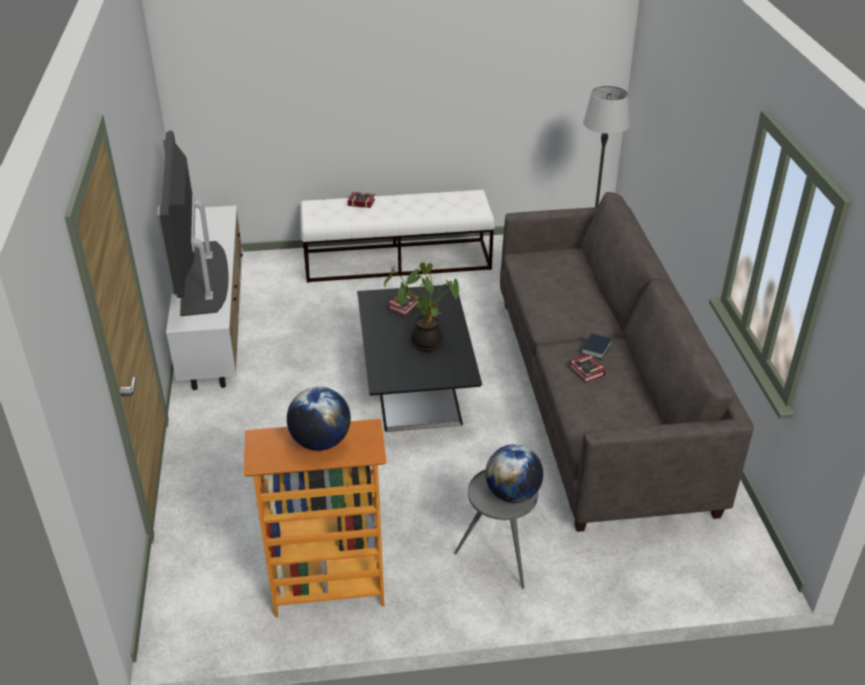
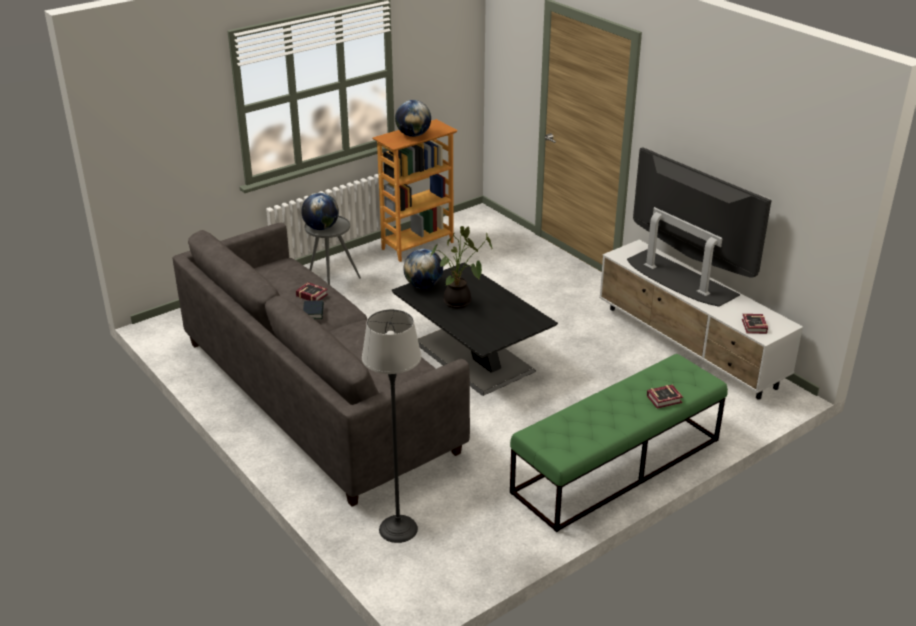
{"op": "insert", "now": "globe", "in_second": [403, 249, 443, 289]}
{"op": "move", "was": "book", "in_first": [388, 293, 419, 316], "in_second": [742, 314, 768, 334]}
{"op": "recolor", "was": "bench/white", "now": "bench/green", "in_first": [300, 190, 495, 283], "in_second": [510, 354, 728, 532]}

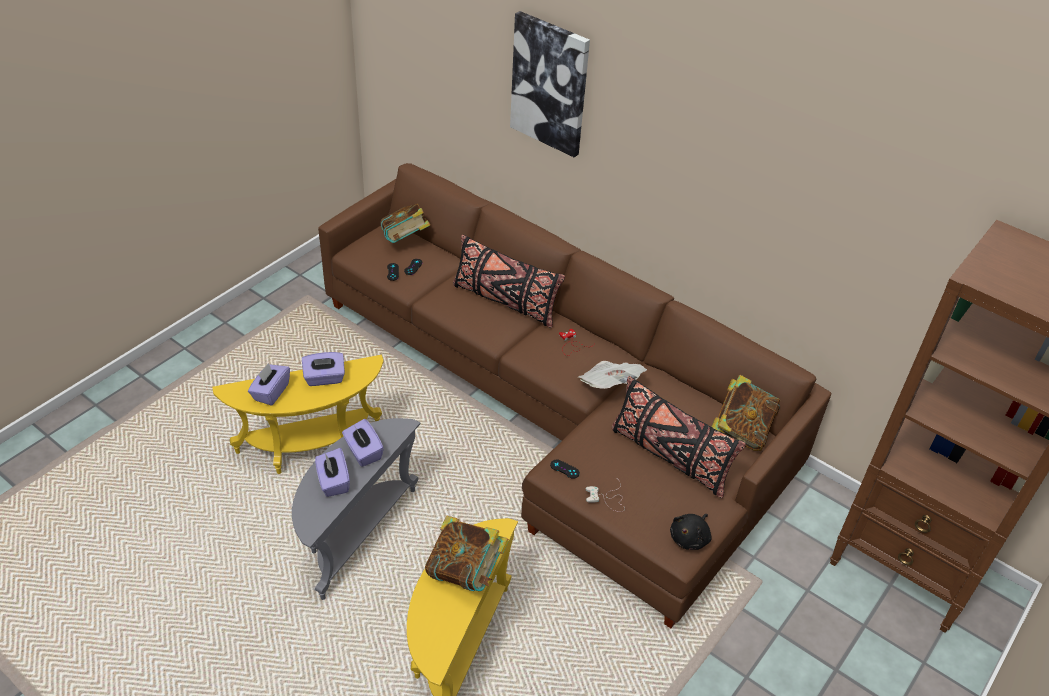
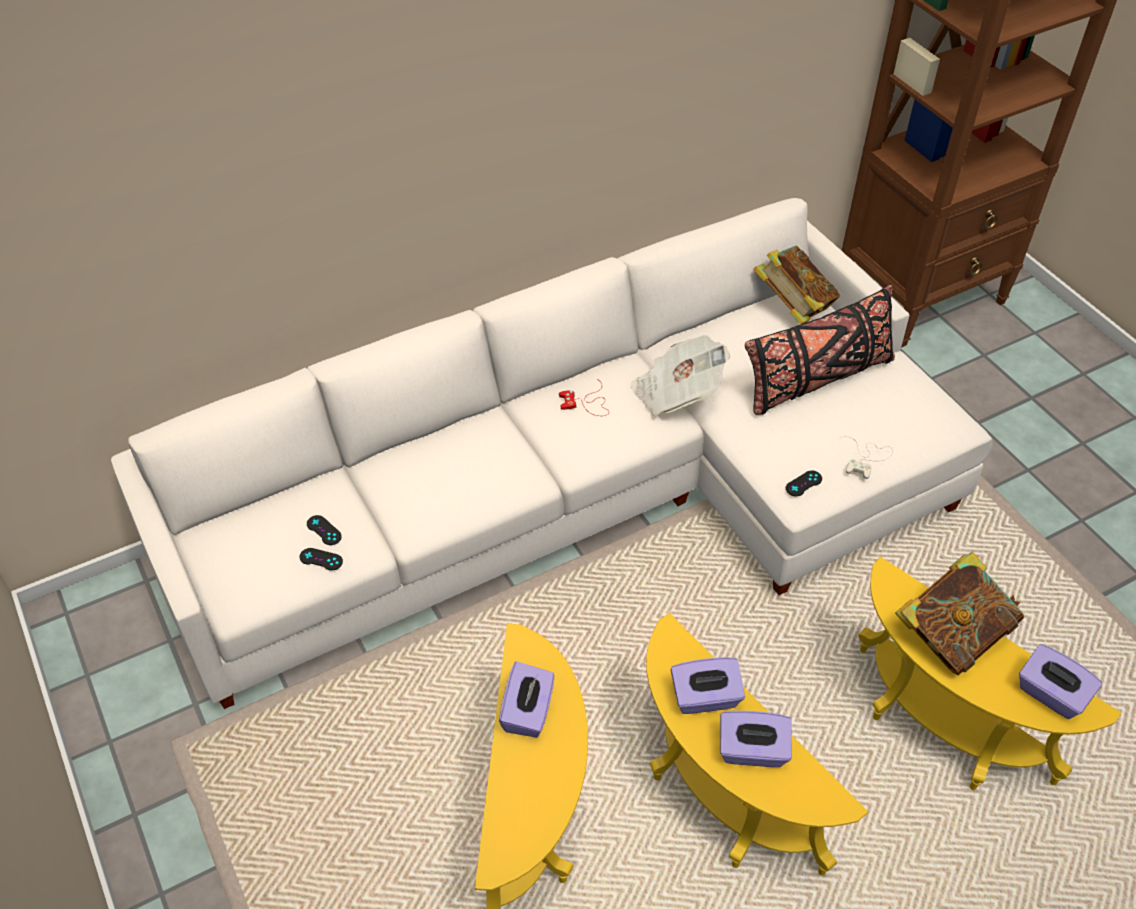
{"op": "delete", "was": "book", "in_first": [381, 204, 430, 243]}
{"op": "delete", "was": "pillow/black", "in_first": [453, 235, 565, 328]}
{"op": "delete", "was": "picture", "in_first": [510, 11, 590, 157]}
{"op": "delete", "was": "plush toy/black", "in_first": [670, 514, 712, 550]}
{"op": "move", "was": "tissue box/purple", "in_first": [248, 363, 290, 406], "in_second": [1019, 644, 1102, 719]}
{"op": "recolor", "was": "side table/grey", "now": "side table/yellow", "in_first": [292, 418, 421, 600], "in_second": [646, 613, 868, 876]}
{"op": "recolor", "was": "sofa/brown", "now": "sofa/white", "in_first": [318, 163, 831, 628], "in_second": [111, 198, 993, 709]}

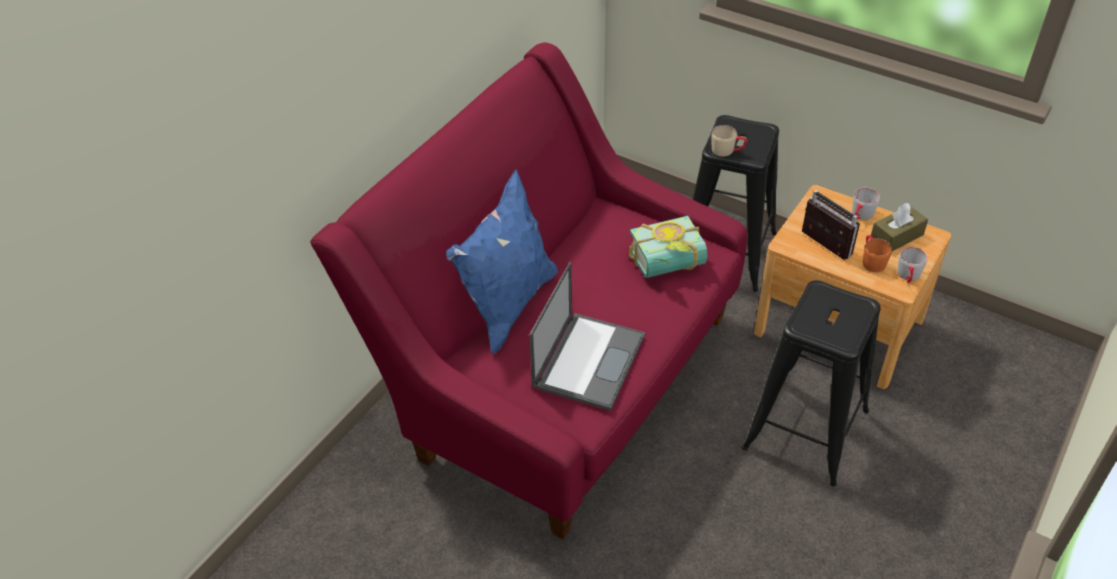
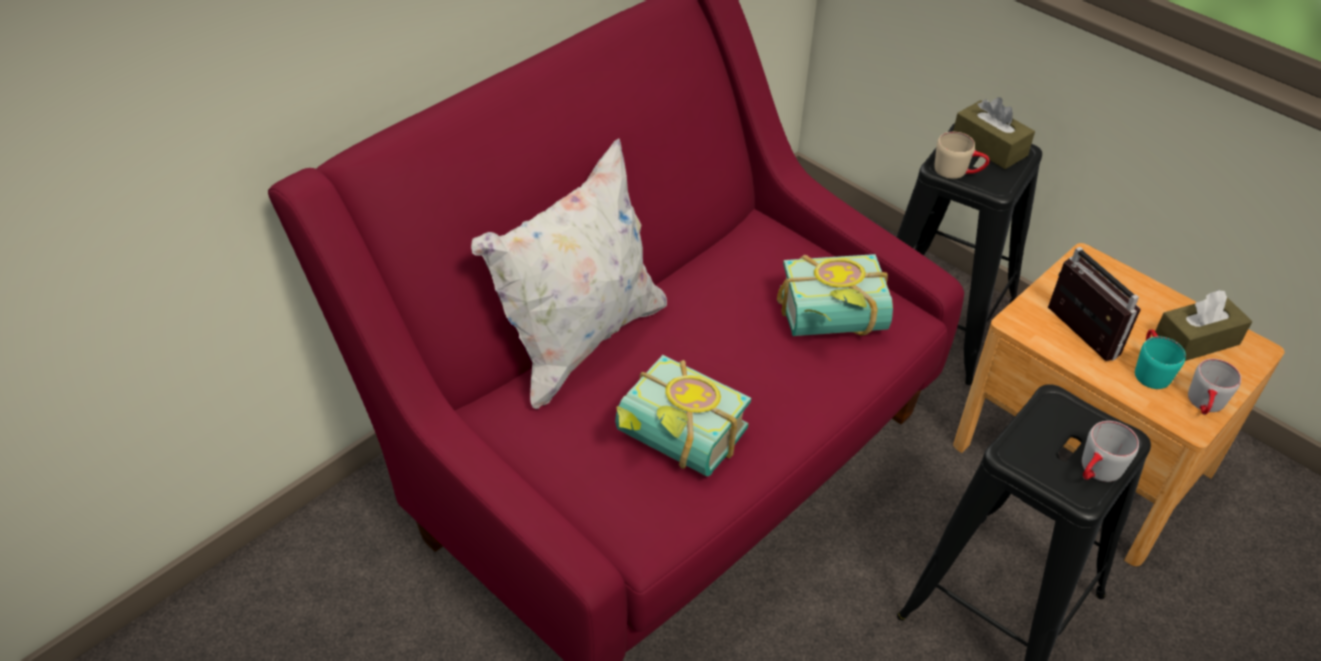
{"op": "insert", "now": "tissue box/brown", "in_second": [953, 97, 1035, 169]}
{"op": "move", "was": "mug/grey", "in_first": [852, 188, 880, 220], "in_second": [1082, 421, 1139, 482]}
{"op": "replace", "was": "laptop", "now": "book", "in_first": [529, 262, 645, 411], "in_second": [615, 355, 751, 476]}
{"op": "recolor", "was": "pillow/blue", "now": "pillow/white", "in_first": [446, 169, 558, 354], "in_second": [471, 138, 667, 409]}
{"op": "recolor", "was": "mug/orange", "now": "mug/turquoise", "in_first": [863, 235, 892, 272], "in_second": [1135, 329, 1186, 389]}

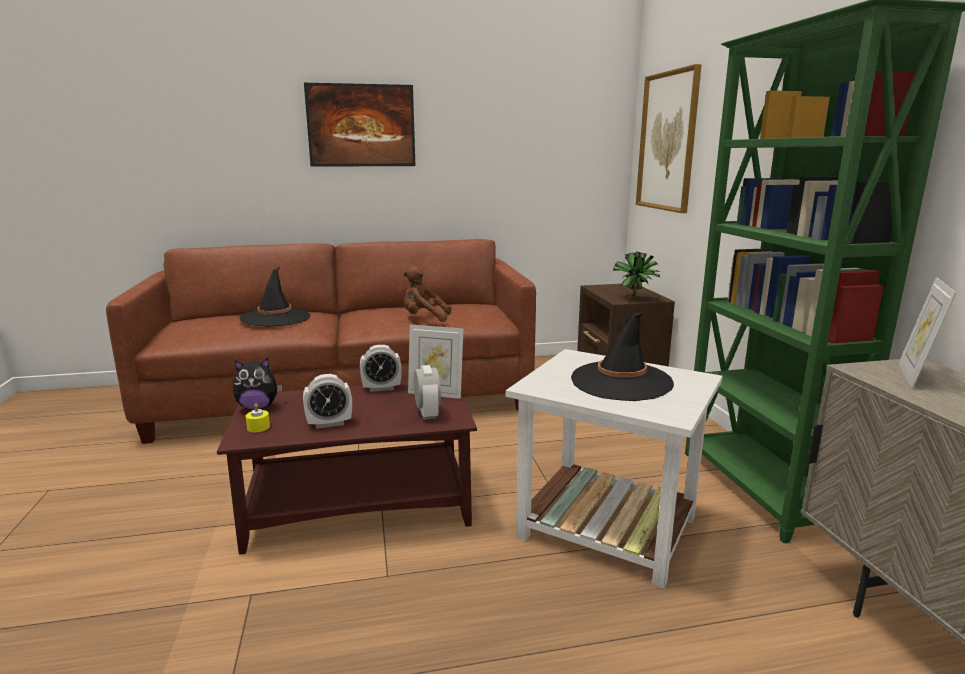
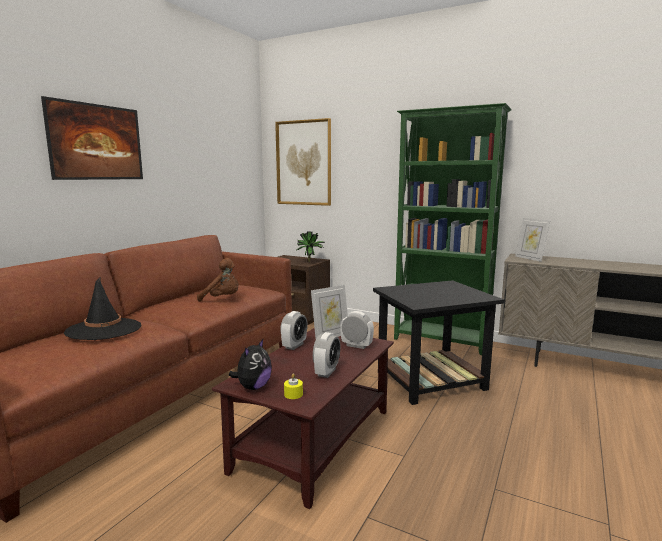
{"op": "delete", "was": "hat/black", "in_first": [571, 313, 674, 401]}
{"op": "recolor", "was": "side table/white", "now": "side table/black", "in_first": [506, 349, 722, 589], "in_second": [373, 280, 505, 405]}
{"op": "rotate", "was": "plush toy/brown", "in_first": [404, 266, 451, 322], "in_second": [197, 258, 239, 302], "clockwise": -120}

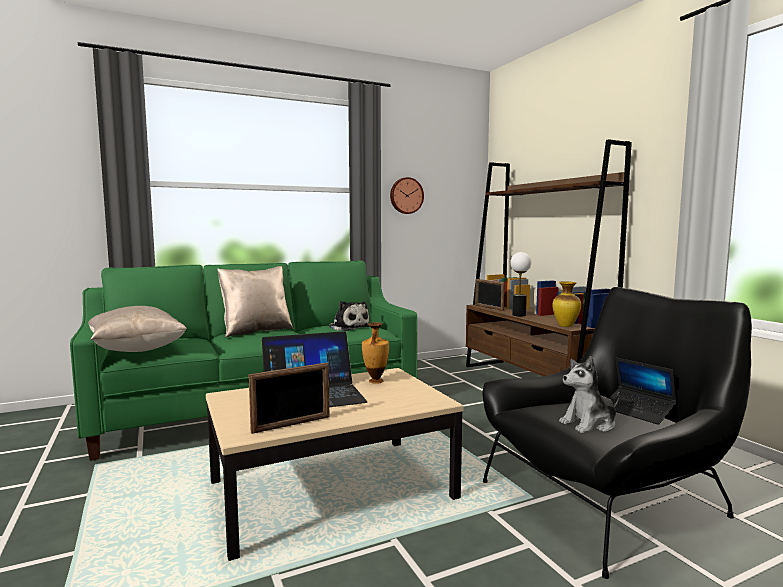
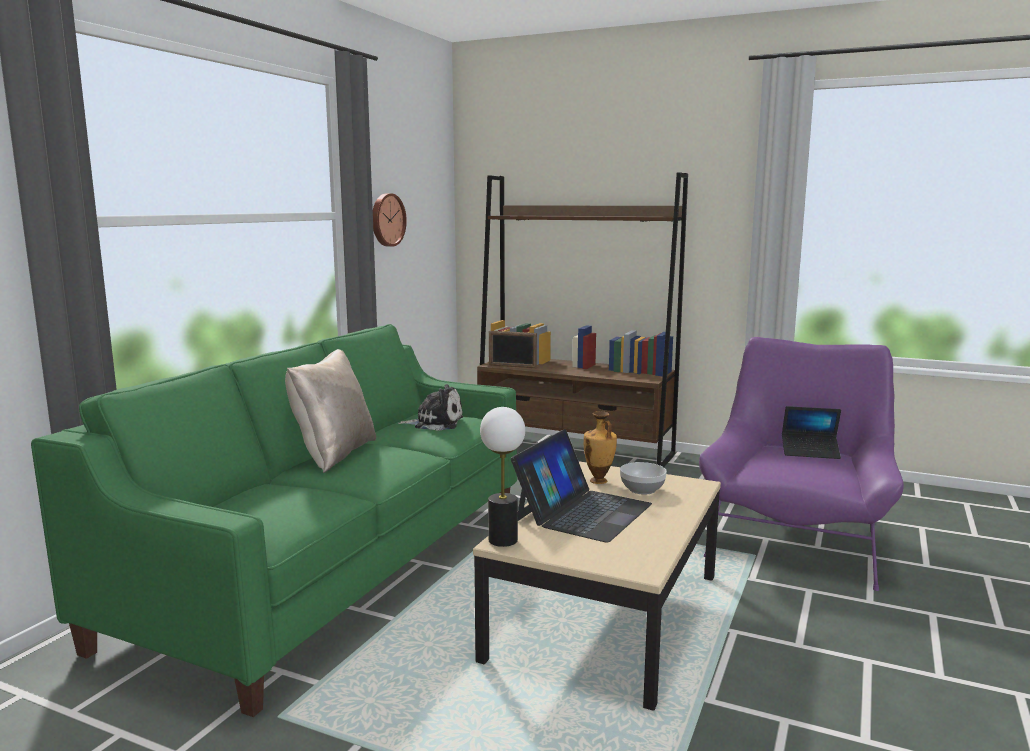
{"op": "delete", "was": "pillow/beige", "in_first": [88, 306, 187, 352]}
{"op": "delete", "was": "picture frame", "in_first": [248, 362, 329, 434]}
{"op": "delete", "was": "vase", "in_first": [552, 281, 581, 327]}
{"op": "delete", "was": "plush toy", "in_first": [559, 356, 619, 433]}
{"op": "insert", "now": "bowl", "in_second": [620, 462, 667, 495]}
{"op": "move", "was": "table lamp", "in_first": [510, 252, 531, 316], "in_second": [480, 407, 525, 547]}
{"op": "recolor", "was": "armchair/black", "now": "armchair/purple", "in_first": [482, 287, 752, 579], "in_second": [699, 337, 904, 591]}

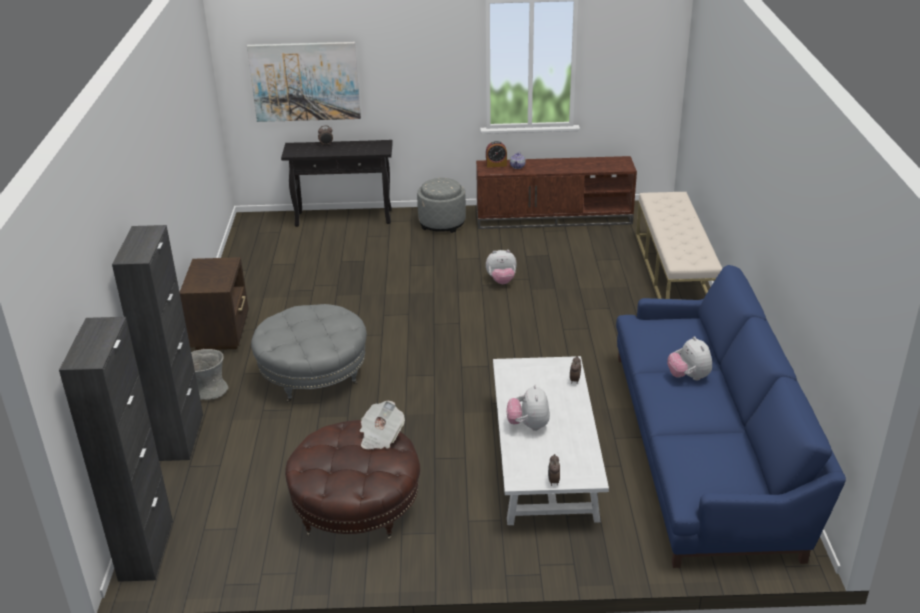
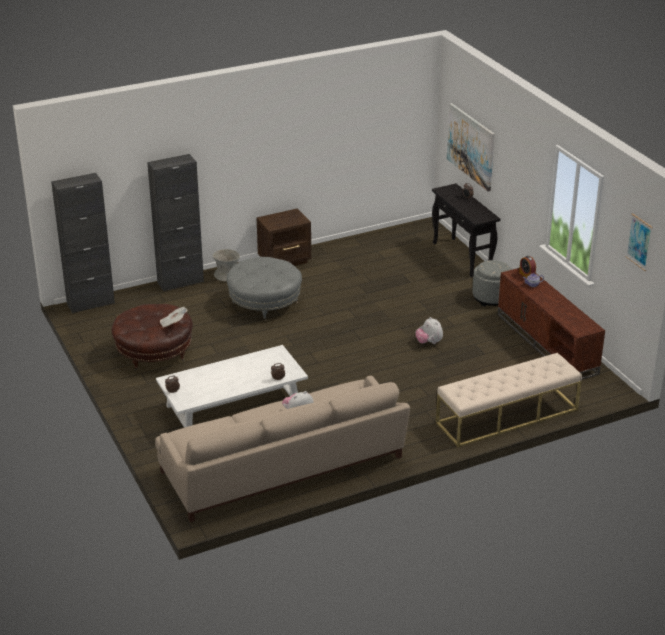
{"op": "delete", "was": "plush toy", "in_first": [507, 385, 550, 431]}
{"op": "insert", "now": "picture", "in_second": [625, 213, 653, 271]}
{"op": "recolor", "was": "sofa/blue", "now": "sofa/beige", "in_first": [616, 265, 846, 568], "in_second": [155, 376, 410, 522]}

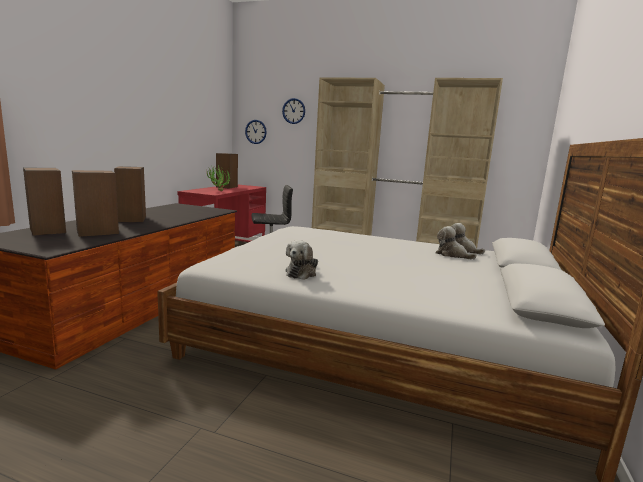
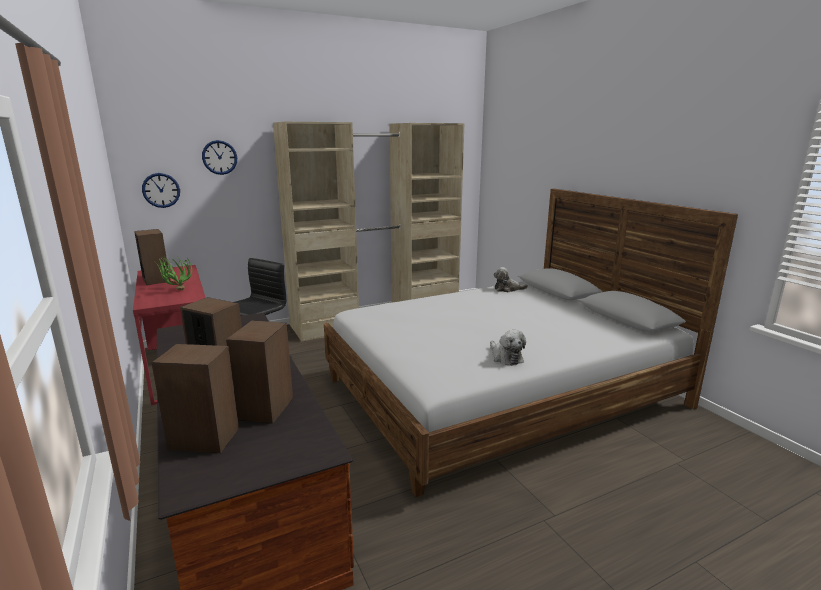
{"op": "delete", "was": "plush toy", "in_first": [435, 226, 477, 259]}

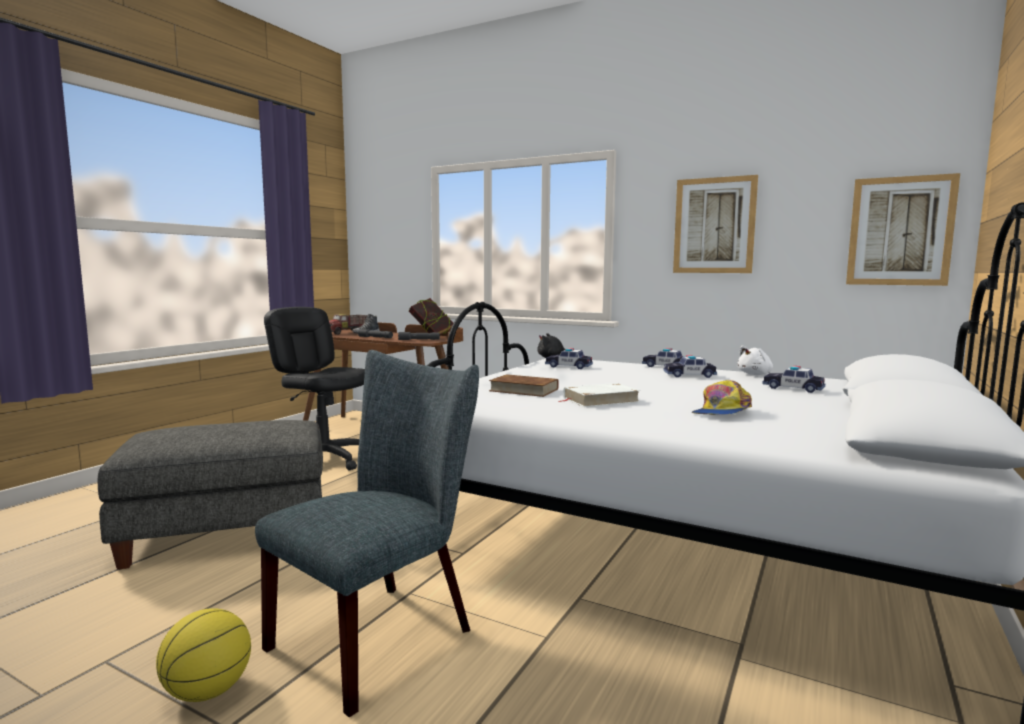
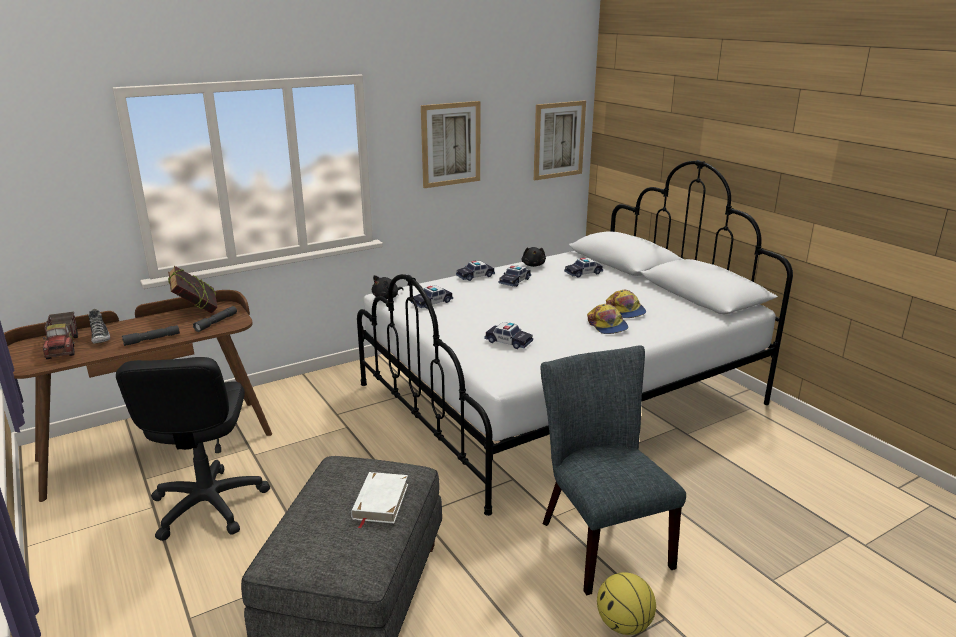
{"op": "insert", "now": "cap", "in_second": [587, 304, 628, 334]}
{"op": "move", "was": "book/white", "in_first": [559, 383, 641, 407], "in_second": [351, 472, 408, 529]}
{"op": "replace", "was": "book/brown", "now": "toy car", "in_first": [489, 374, 559, 397], "in_second": [485, 322, 533, 349]}
{"op": "recolor", "was": "plush toy/white", "now": "plush toy/black", "in_first": [737, 345, 773, 375], "in_second": [521, 247, 546, 267]}
{"op": "rotate", "was": "office chair/black", "in_first": [264, 307, 365, 470], "in_second": [116, 357, 270, 541], "clockwise": -75}

